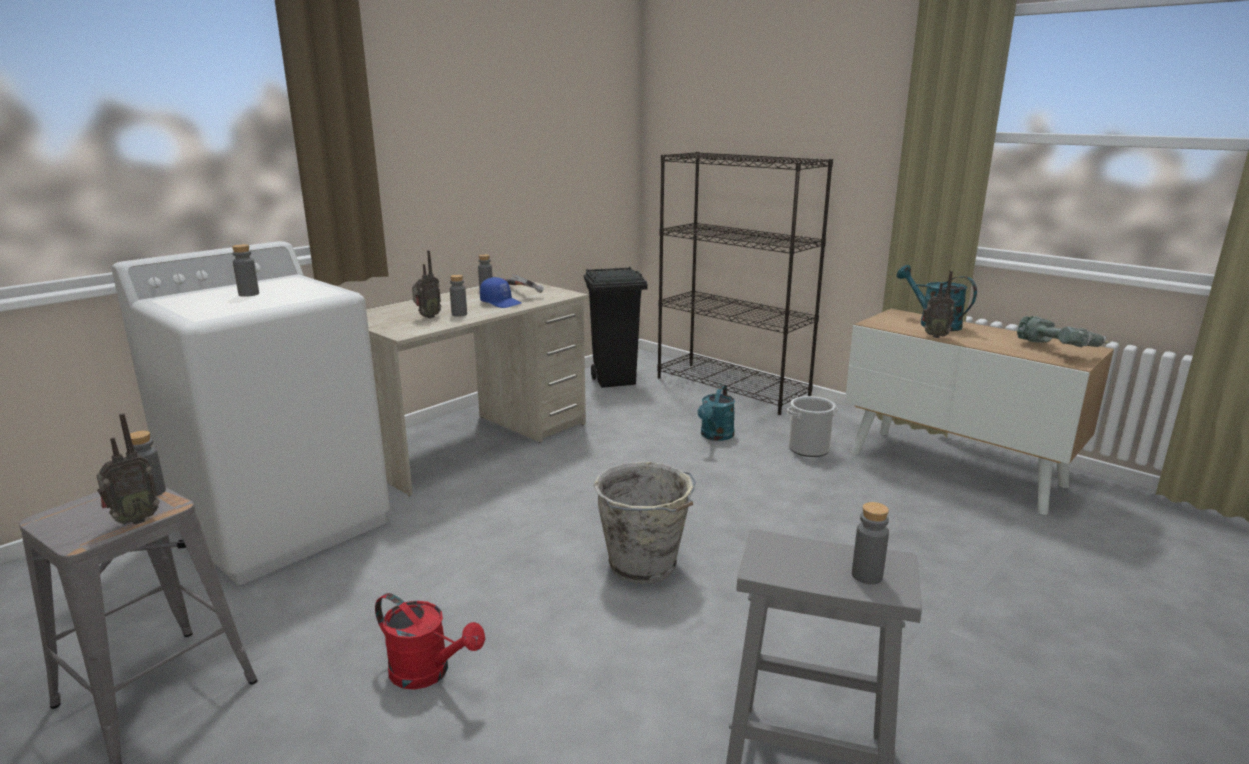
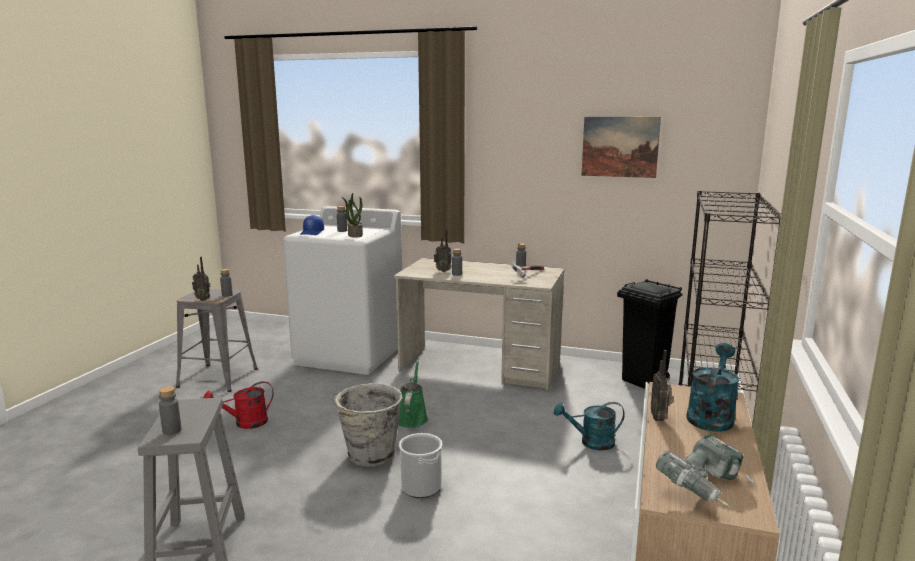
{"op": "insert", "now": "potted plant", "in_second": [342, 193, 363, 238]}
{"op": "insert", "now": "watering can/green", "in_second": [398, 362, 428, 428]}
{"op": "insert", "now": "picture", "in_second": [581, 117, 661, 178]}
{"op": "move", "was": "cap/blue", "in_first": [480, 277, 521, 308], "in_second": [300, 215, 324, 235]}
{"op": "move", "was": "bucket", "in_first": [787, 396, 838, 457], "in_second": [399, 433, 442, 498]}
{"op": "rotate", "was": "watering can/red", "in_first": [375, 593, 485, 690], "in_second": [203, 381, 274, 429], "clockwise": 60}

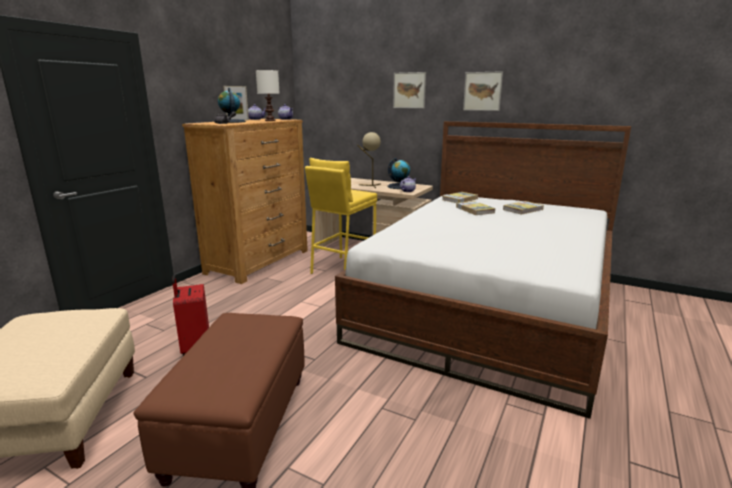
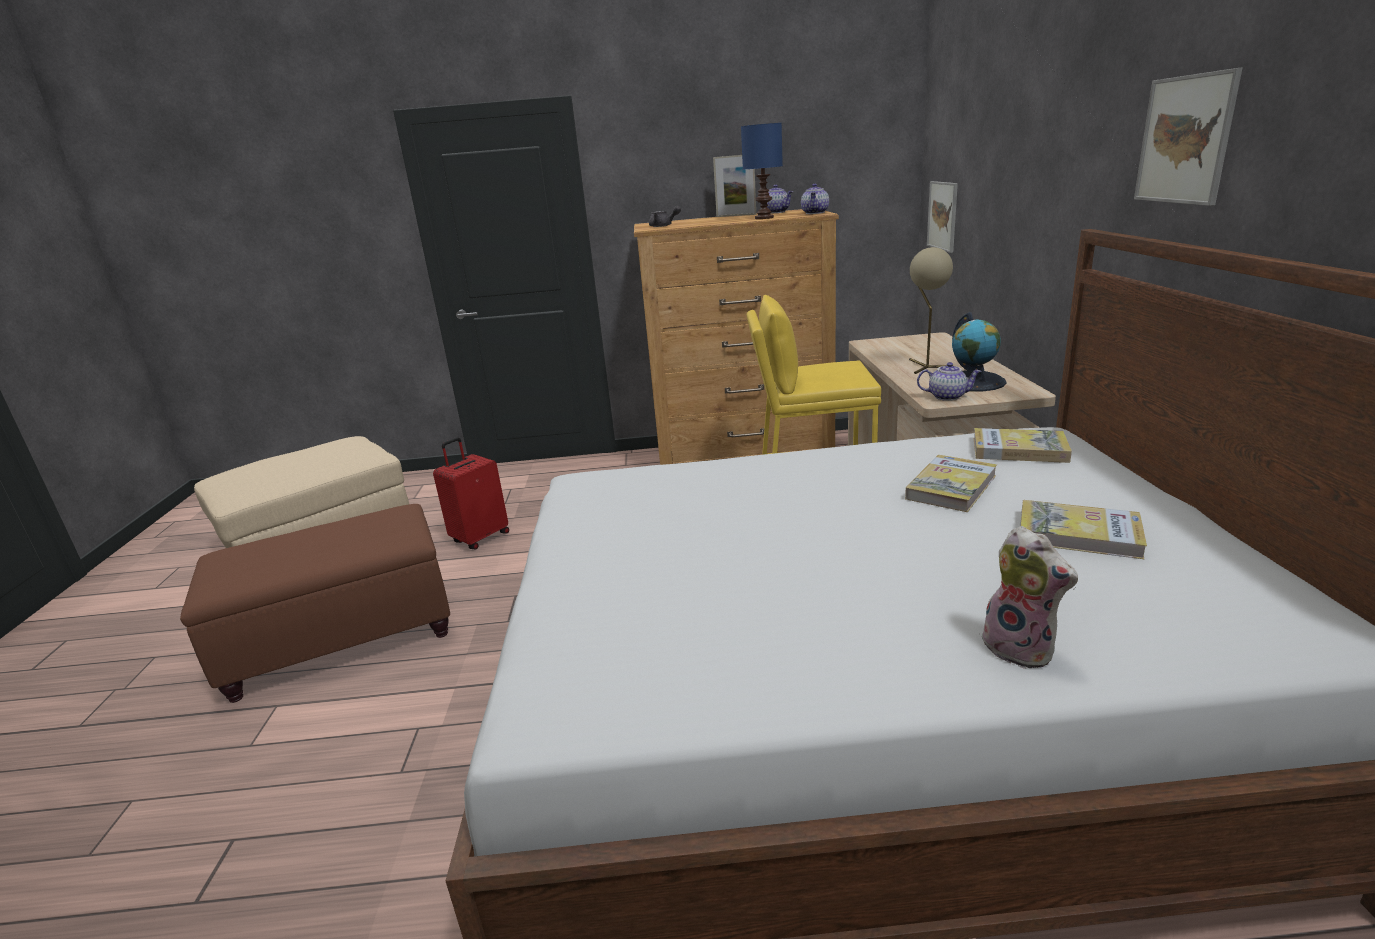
{"op": "delete", "was": "globe", "in_first": [218, 88, 246, 123]}
{"op": "insert", "now": "plush toy", "in_second": [982, 526, 1078, 669]}
{"op": "move", "was": "picture", "in_first": [393, 72, 426, 108], "in_second": [927, 181, 958, 253]}
{"op": "recolor", "was": "table lamp/white", "now": "table lamp/blue", "in_first": [256, 70, 280, 121], "in_second": [741, 123, 783, 219]}

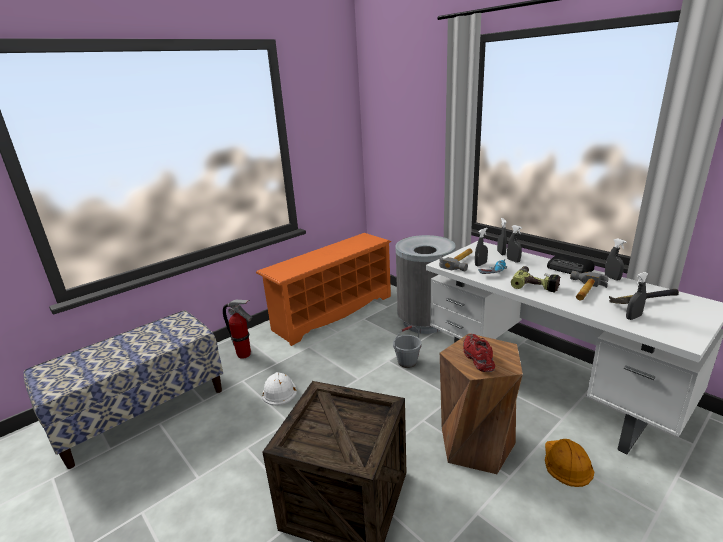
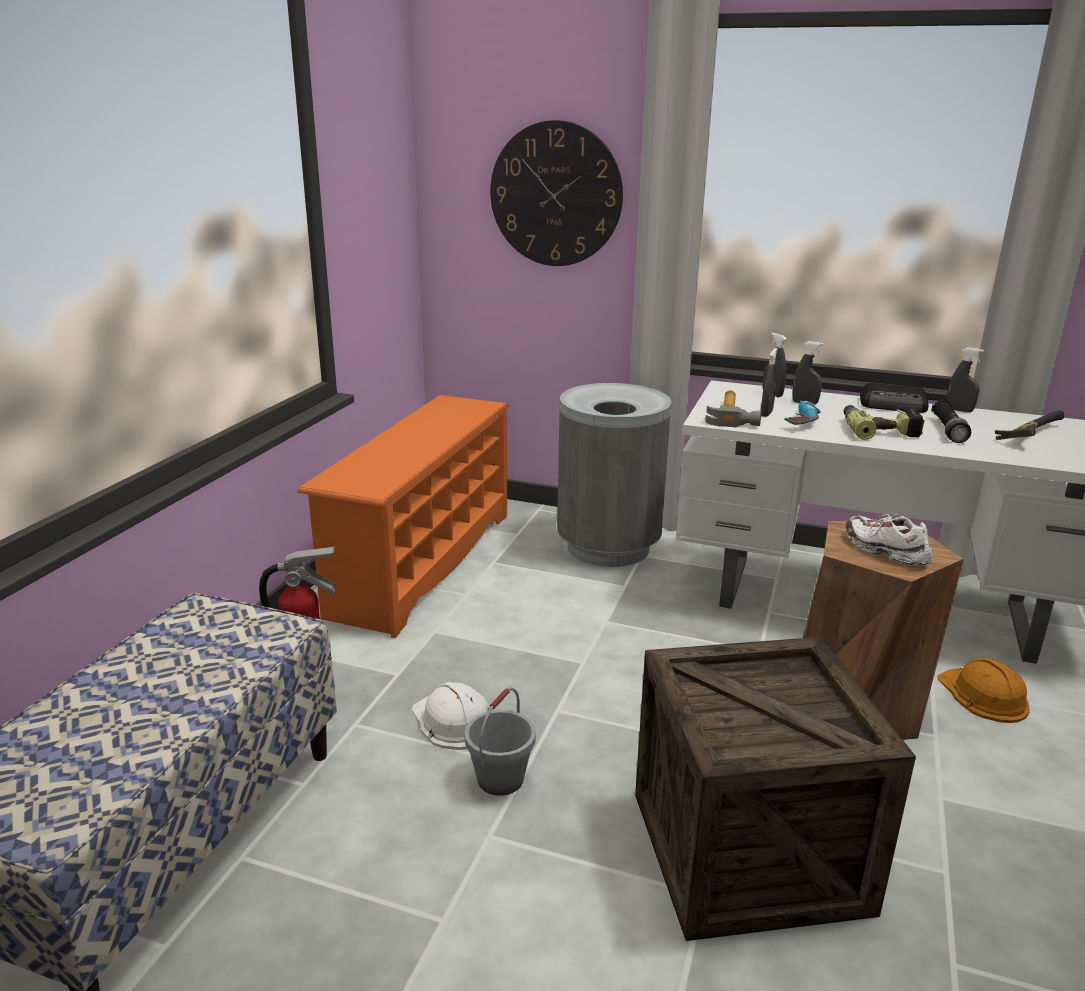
{"op": "delete", "was": "spray bottle/grey", "in_first": [626, 272, 648, 320]}
{"op": "insert", "now": "wall clock", "in_second": [490, 120, 623, 266]}
{"op": "move", "was": "bucket/grey", "in_first": [393, 326, 422, 368], "in_second": [464, 688, 536, 796]}
{"op": "replace", "was": "hammer", "now": "flashlight/black", "in_first": [570, 271, 609, 300], "in_second": [931, 400, 971, 443]}
{"op": "recolor", "was": "shoe/red", "now": "shoe/white", "in_first": [463, 334, 495, 372], "in_second": [846, 514, 932, 566]}

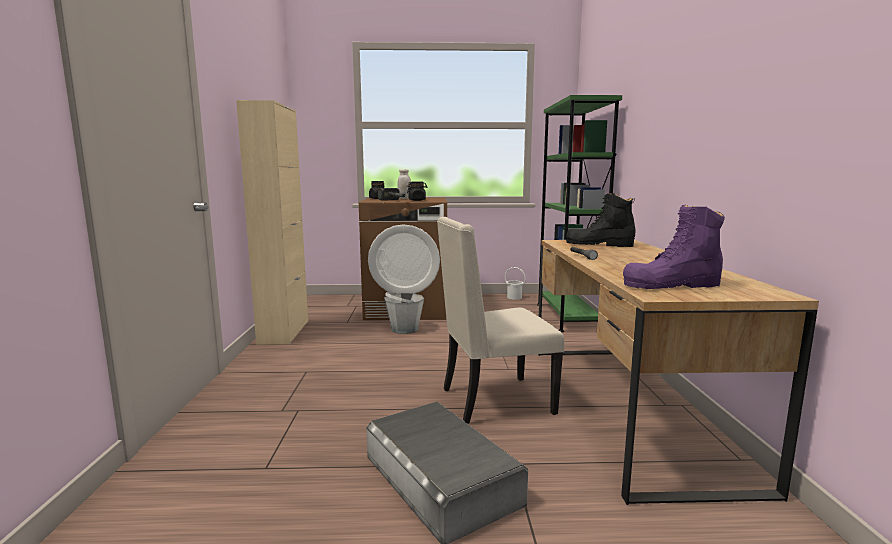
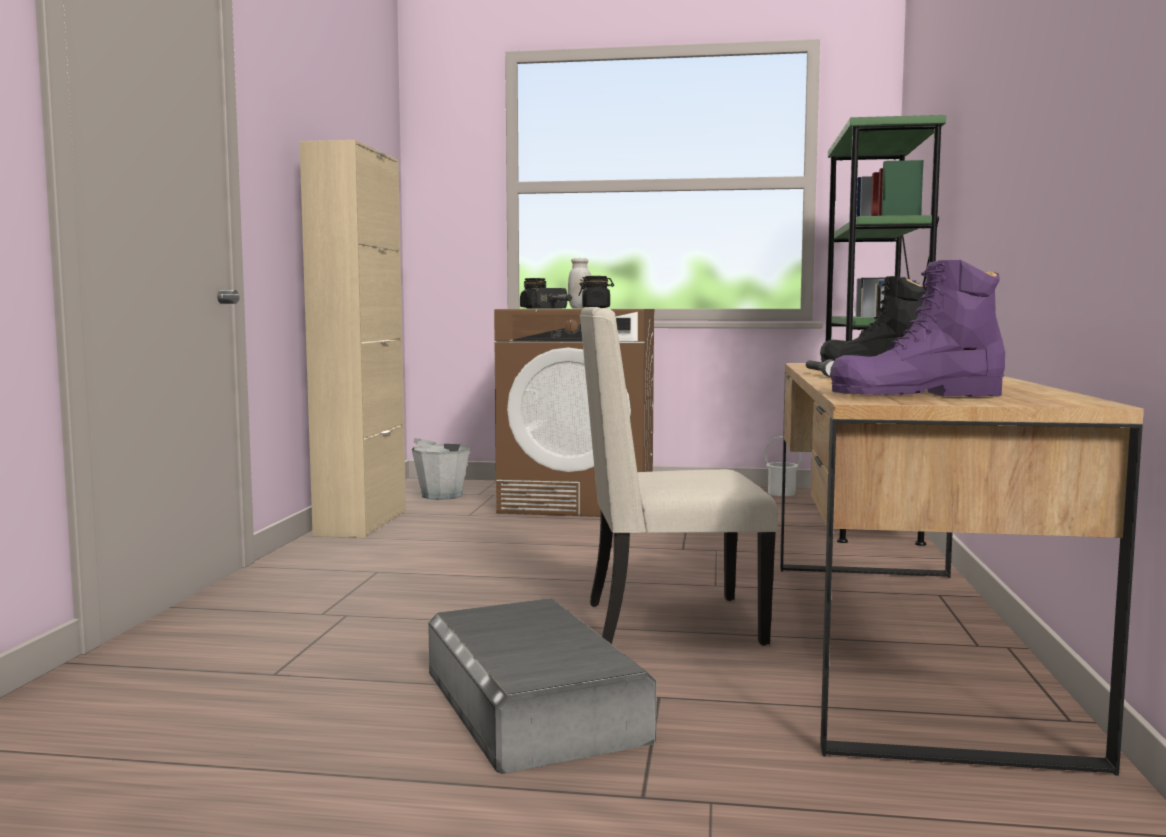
{"op": "move", "was": "bucket/grey", "in_first": [384, 292, 424, 334], "in_second": [412, 438, 471, 500]}

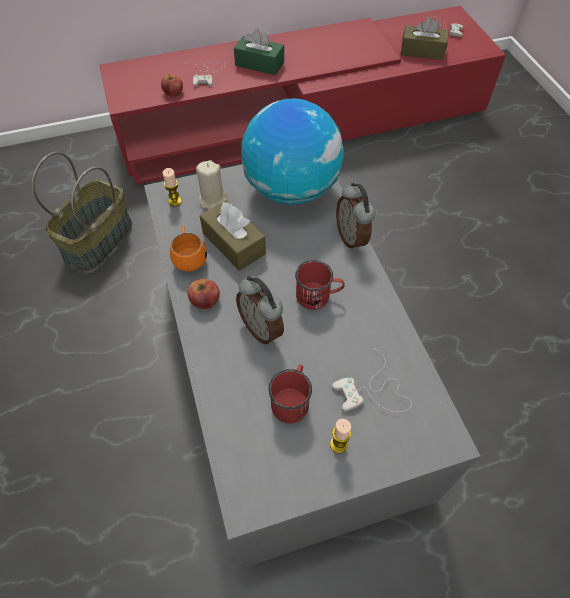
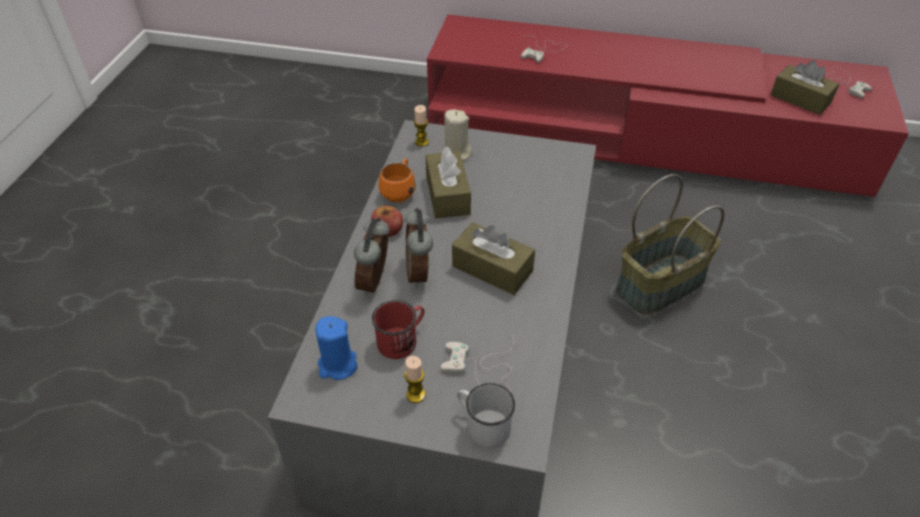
{"op": "delete", "was": "apple", "in_first": [161, 74, 183, 97]}
{"op": "delete", "was": "tissue box/green", "in_first": [234, 28, 284, 75]}
{"op": "delete", "was": "globe", "in_first": [242, 98, 344, 205]}
{"op": "insert", "now": "candle/blue", "in_second": [316, 316, 357, 380]}
{"op": "insert", "now": "mug/white", "in_second": [457, 383, 515, 448]}
{"op": "move", "was": "basket", "in_first": [32, 152, 132, 271], "in_second": [616, 174, 724, 315]}
{"op": "move", "was": "alarm clock", "in_first": [336, 183, 375, 251], "in_second": [354, 217, 390, 296]}
{"op": "replace", "was": "mug/red", "now": "tissue box/brown", "in_first": [295, 260, 345, 310], "in_second": [452, 222, 535, 295]}

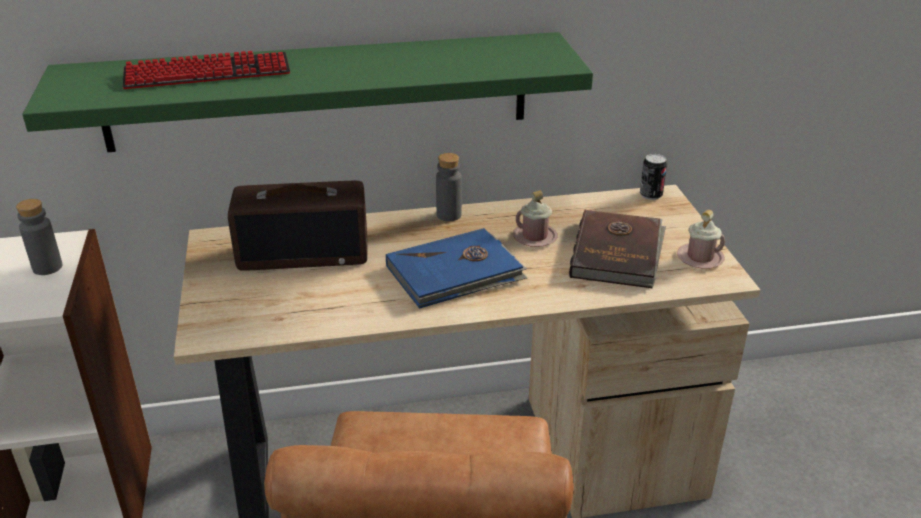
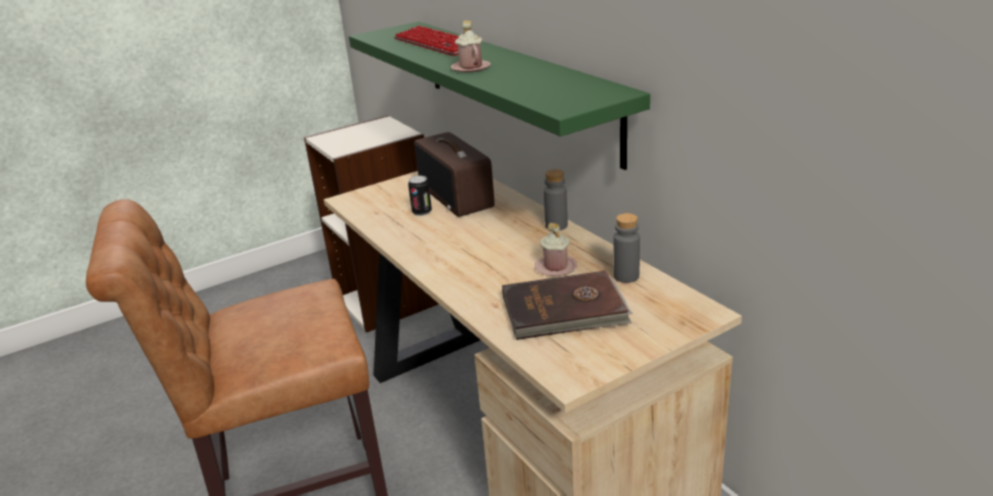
{"op": "delete", "was": "book/blue", "in_first": [386, 228, 527, 309]}
{"op": "move", "was": "bottle/grey", "in_first": [16, 199, 63, 275], "in_second": [613, 213, 640, 283]}
{"op": "move", "was": "can", "in_first": [640, 154, 667, 200], "in_second": [408, 176, 432, 216]}
{"op": "move", "was": "mug/pink", "in_first": [677, 210, 725, 269], "in_second": [451, 21, 491, 72]}

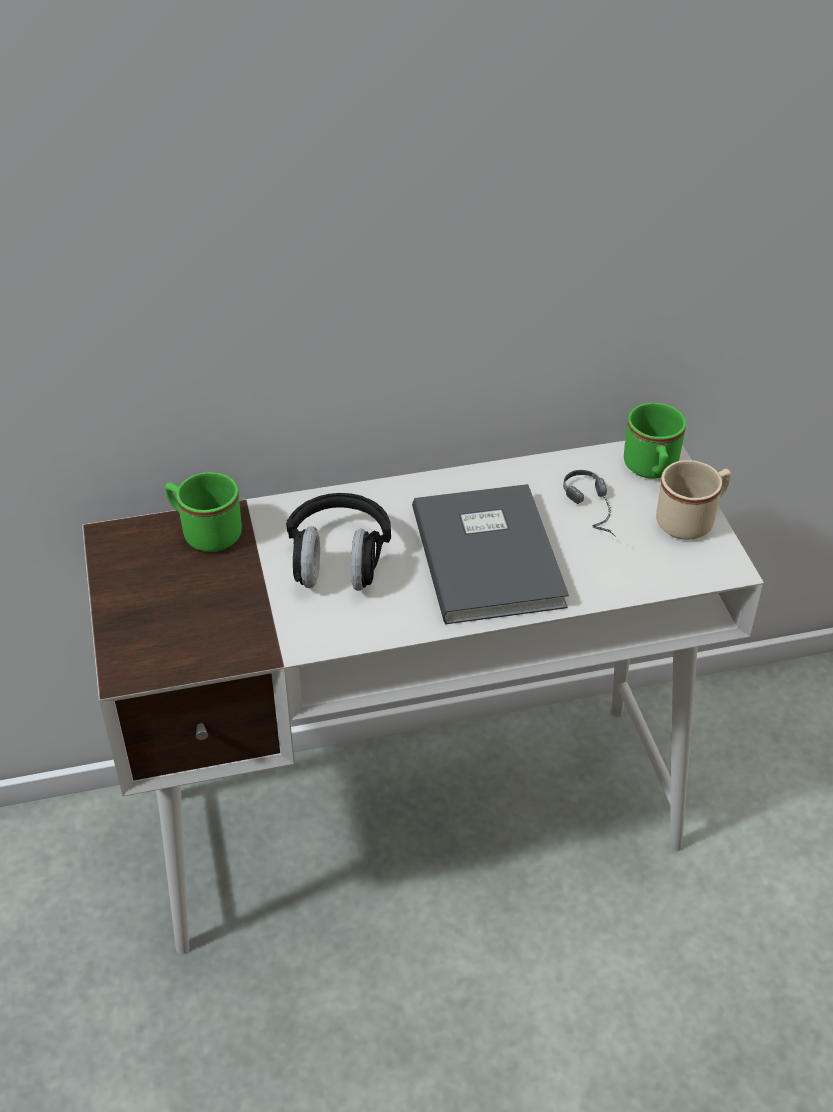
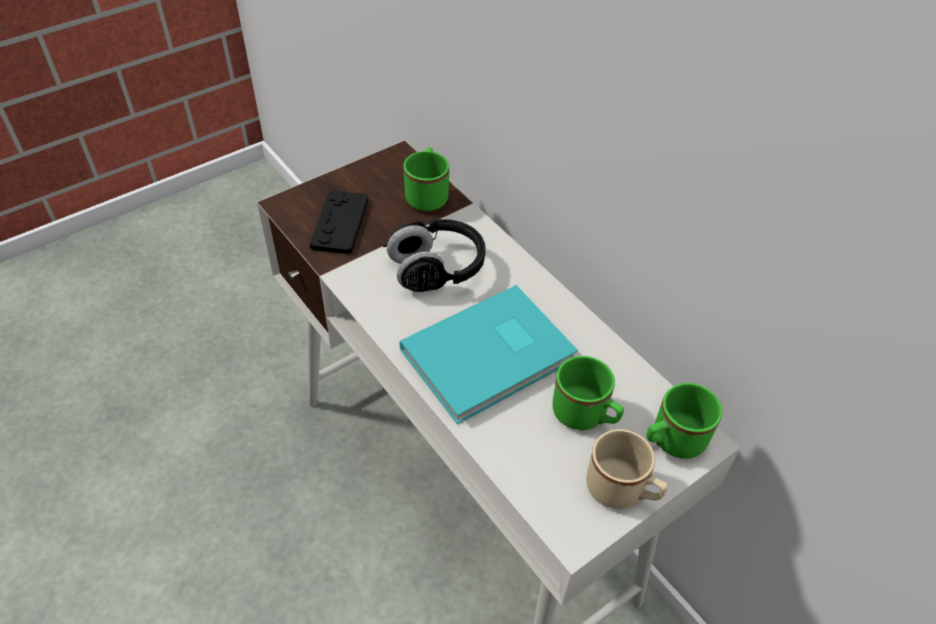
{"op": "insert", "now": "game controller/black", "in_second": [310, 190, 369, 254]}
{"op": "replace", "was": "headphones", "now": "mug/green", "in_first": [563, 470, 616, 537], "in_second": [552, 356, 624, 430]}
{"op": "recolor", "was": "book/grey", "now": "book/turquoise", "in_first": [412, 484, 569, 624], "in_second": [399, 285, 578, 424]}

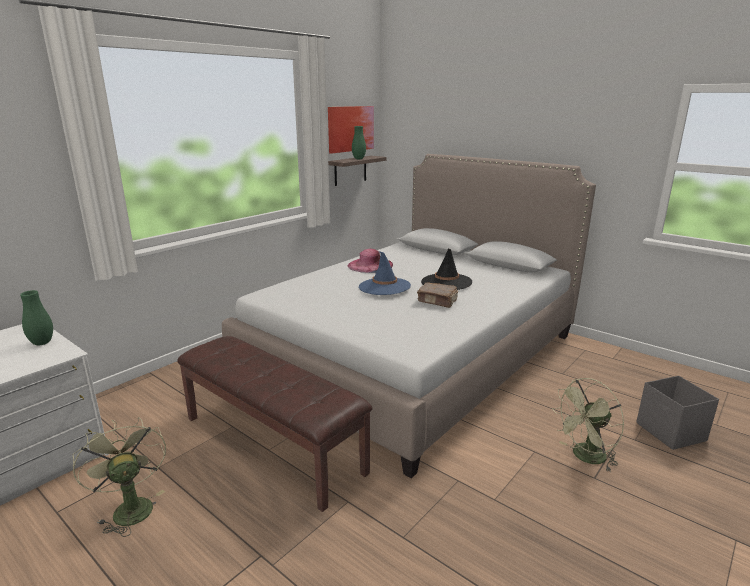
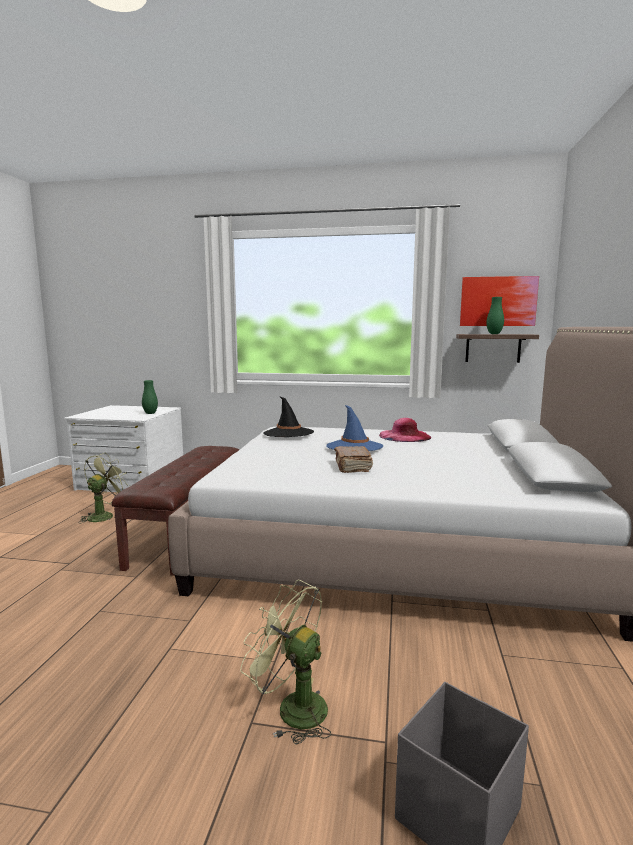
{"op": "move", "was": "hat/black", "in_first": [421, 249, 472, 290], "in_second": [263, 396, 314, 437]}

